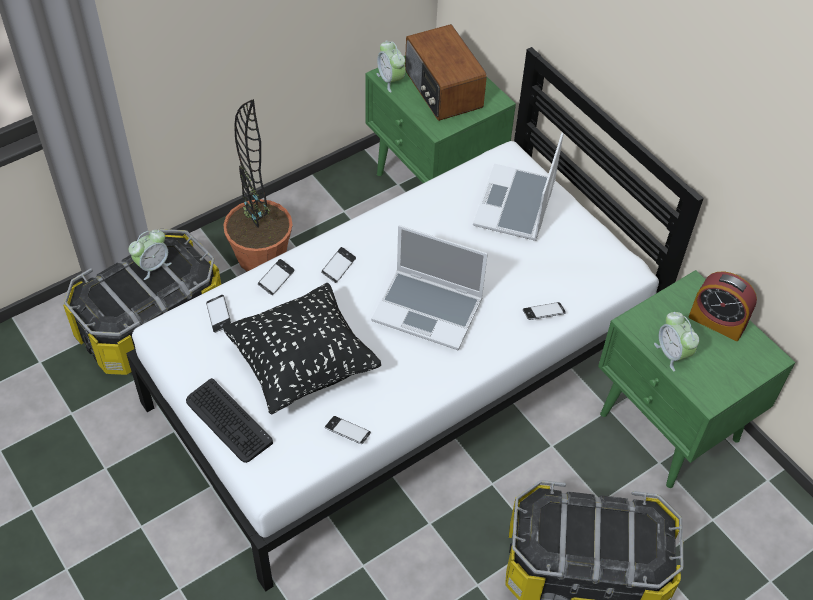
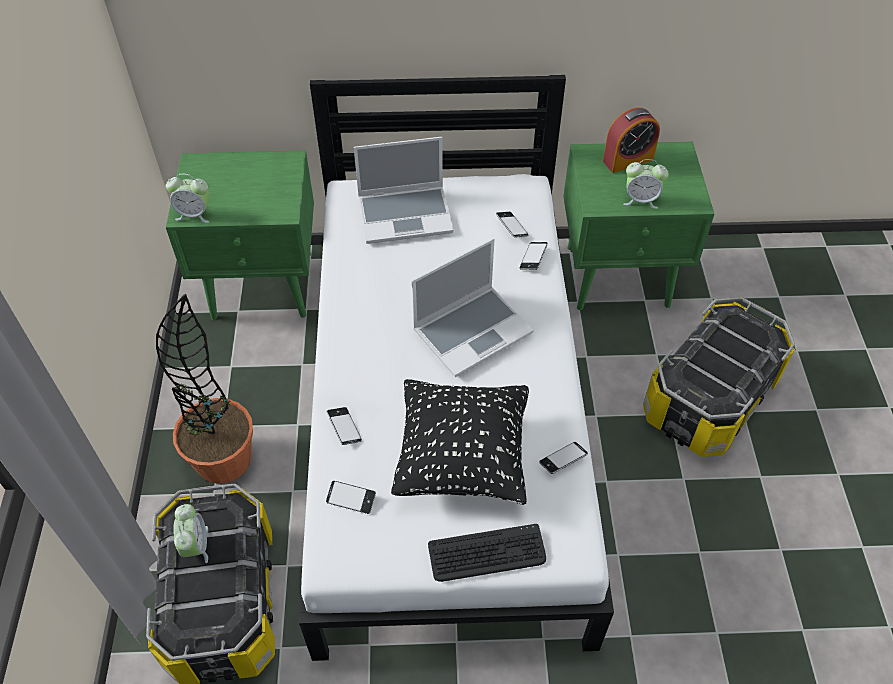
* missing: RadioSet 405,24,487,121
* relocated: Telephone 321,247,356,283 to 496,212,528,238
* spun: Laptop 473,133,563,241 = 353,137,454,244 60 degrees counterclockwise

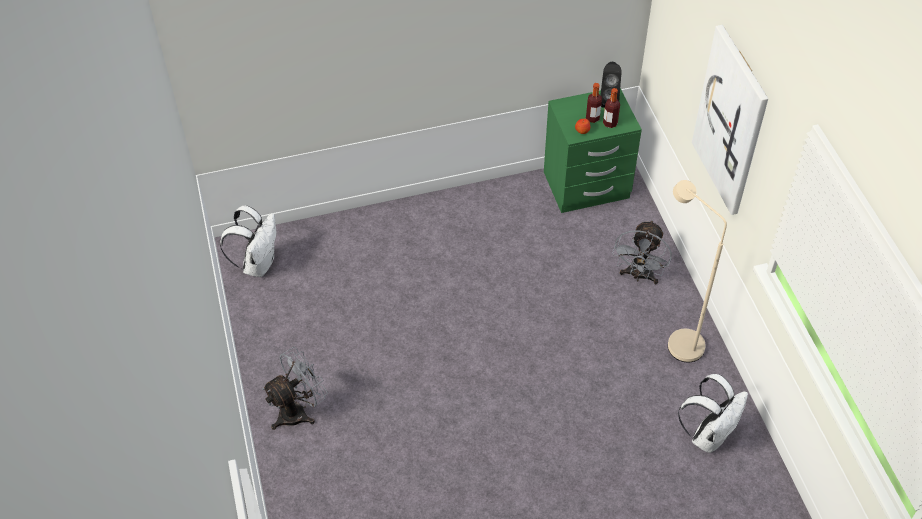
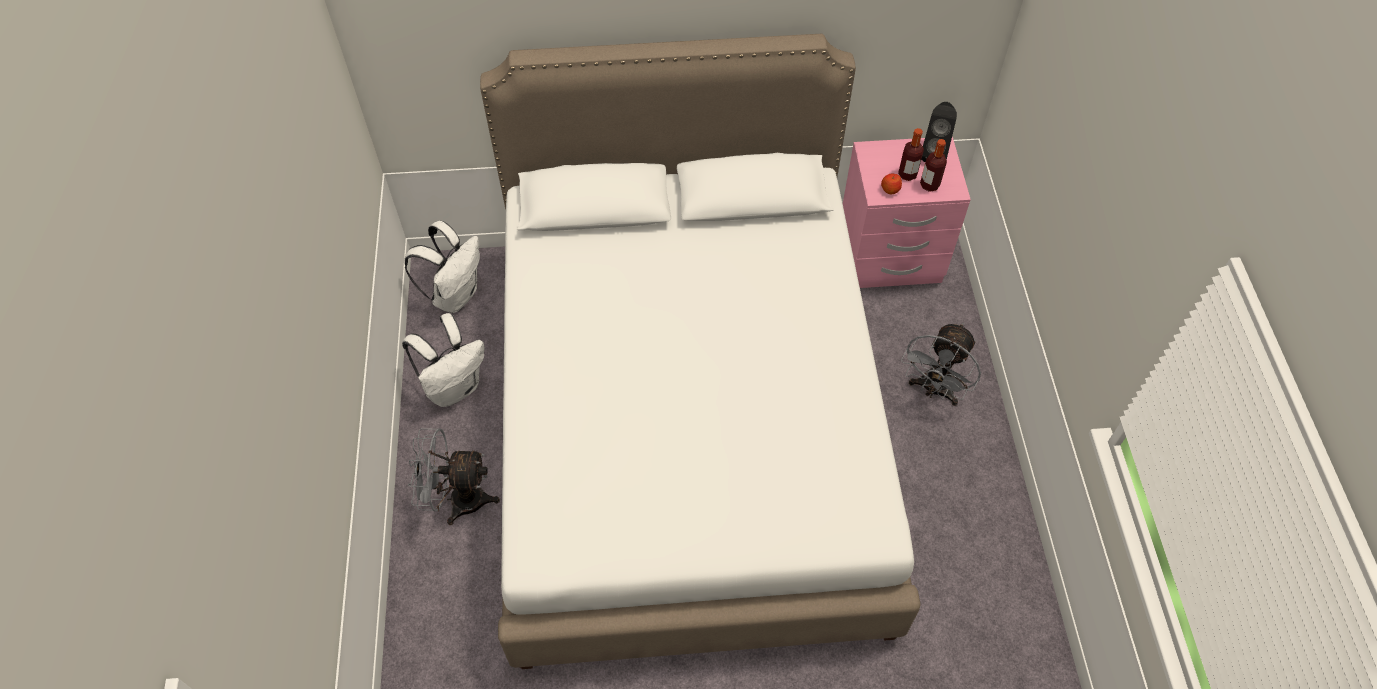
* missing: BeigeColouredStandardLamp 668,180,727,362
* missing: WallArt 692,25,768,215
* appeared: WhiteColouredSleepingBed 480,34,921,669
* relocated: WhiteColouredBackpack 678,374,748,453 to 402,313,484,407
* colour: GreenNightTable 544,88,642,213 to PinkColouredNightTable 843,136,971,288
* spun: GreyishCoolingFan 262,347,328,430 = 408,428,500,525 150 degrees counterclockwise

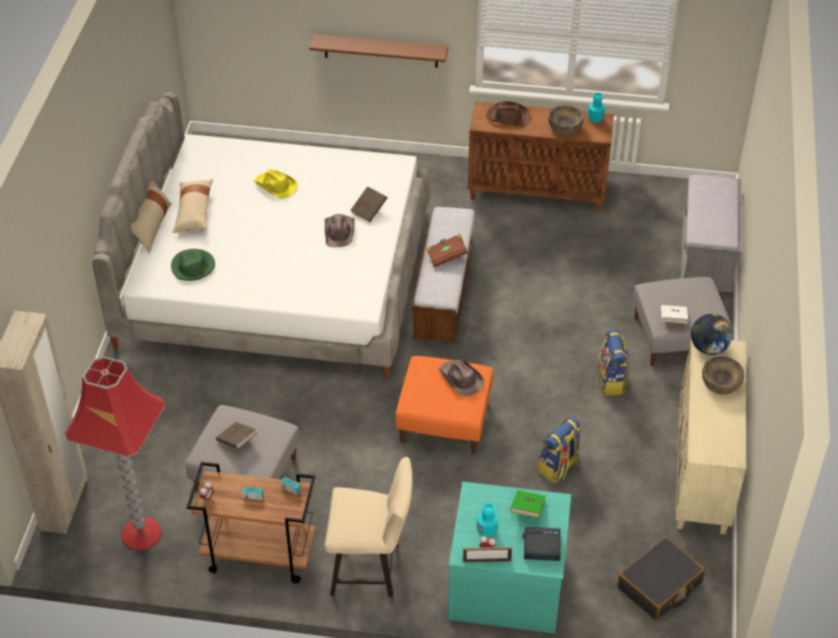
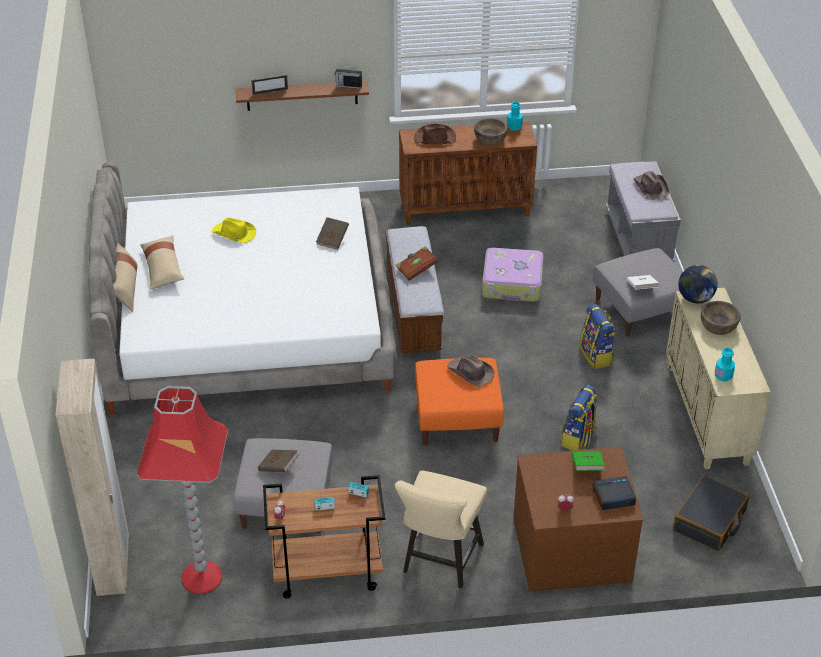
* missing: GreenClothingHat 171,249,215,281
* appeared: RadioSet 335,68,362,89
* appeared: TravelCase 482,248,543,302
* relocated: BrownishClothingHat 325,214,355,247 to 634,171,669,200
* relocated: PictureFrame 463,547,512,563 to 251,74,288,95
* relocated: TurquoiseColouredBottle 477,503,498,537 to 715,348,735,381
* colour: TurquoiseColouredDresser 448,482,571,633 to BrownishDresser 513,447,644,592
* spun: BeigeColouredUprightChair 324,457,413,597 = 395,471,487,588 120 degrees clockwise

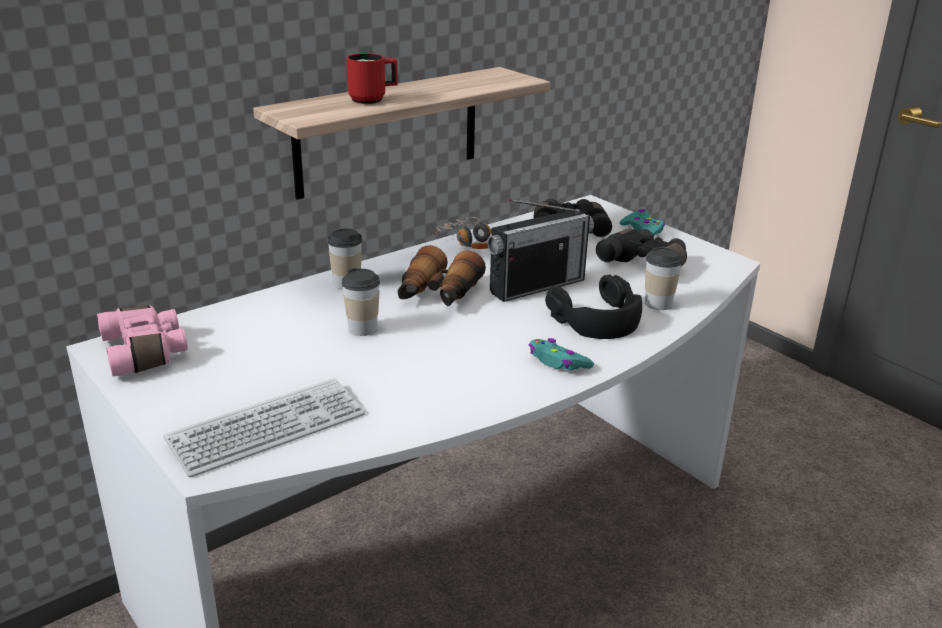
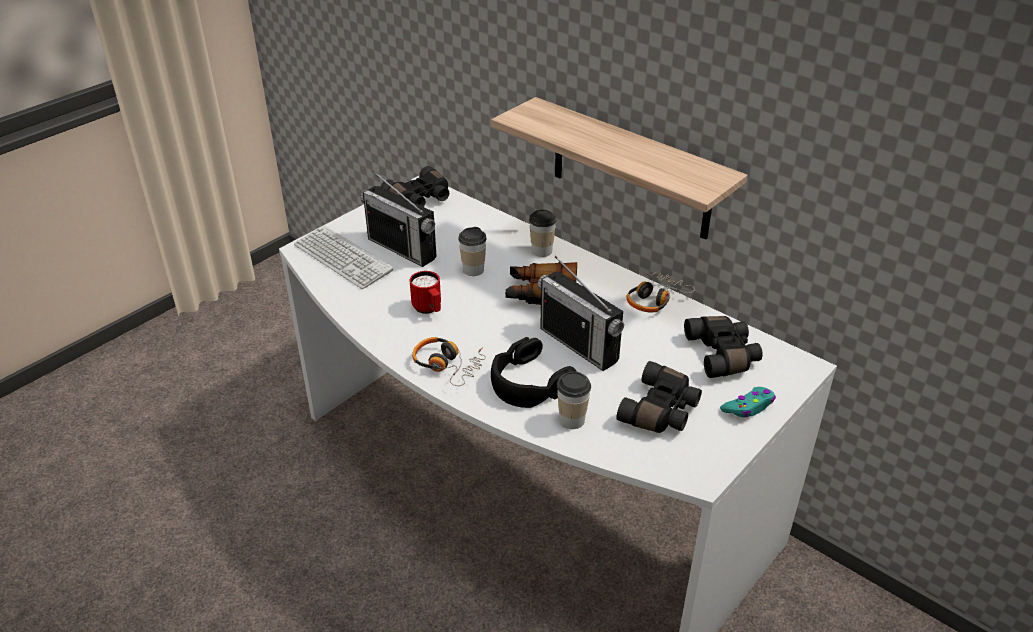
* appeared: RadioSet 360,170,437,267
* relocated: RedMug 347,53,398,104 to 410,271,441,314
* exchanged: TurquoiseColouredGameController 529,338,594,370 to Headphones 412,337,486,386
* colour: PinkColouredBinoculars 97,305,188,377 to BlackishBinoculars 380,166,449,207

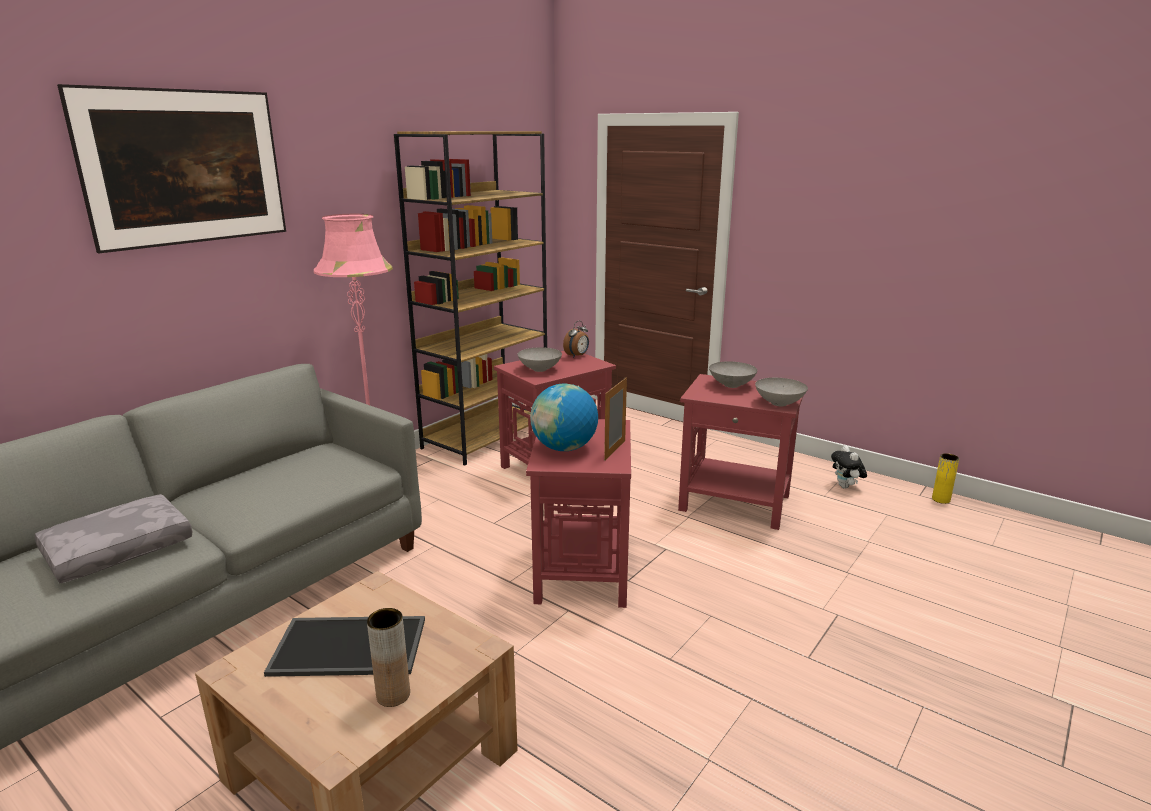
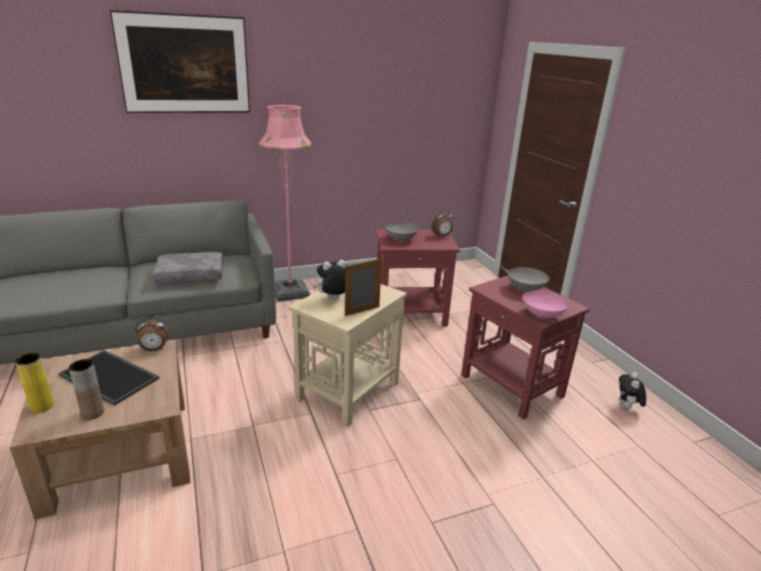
* missing: BrownishShelvingUnit 394,131,547,466
* appeared: TableClock 135,315,169,351
* relocated: GreyishThrowPillow 35,494,193,583 to 153,252,223,283
* relocated: YellowDecorativeVase 932,453,959,504 to 15,353,54,413
* exchanged: Globe 530,383,598,451 to PlushToy 313,260,348,299
* colour: RedAccentTable 526,419,631,608 to BeigeColouredAccentTable 288,284,407,428
* colour: GreyishServingBowl 755,378,808,406 to PinkColouredServingBowl 523,290,569,319

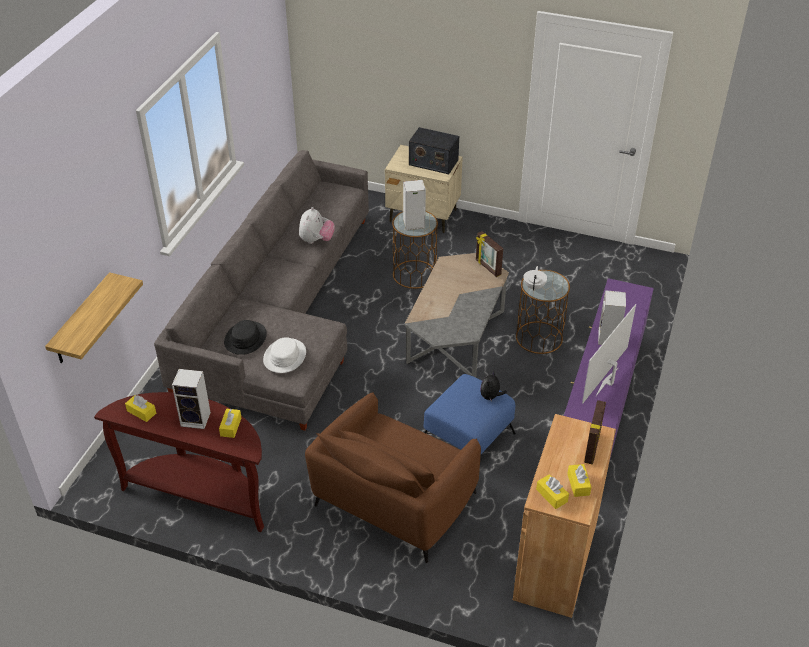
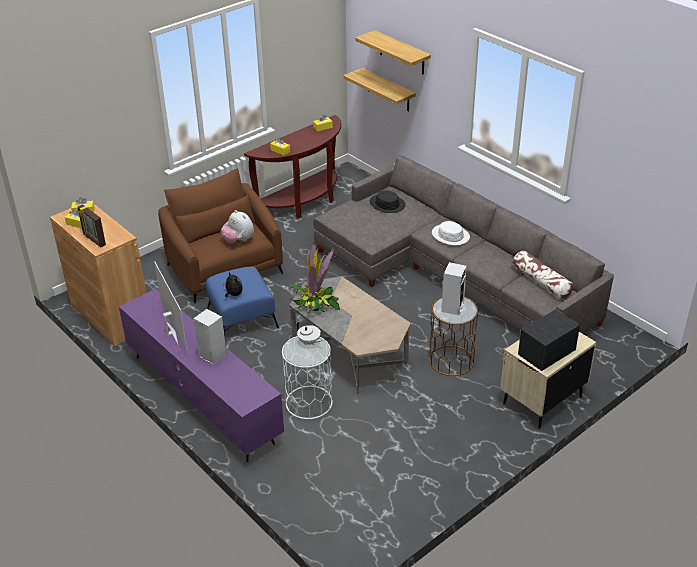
* missing: Speaker 172,369,211,429
* missing: PictureFrame 476,231,503,277
* appeared: PottedPlant 291,241,340,314
* appeared: WallShelf 355,30,431,75
* appeared: ThrowPillow 513,251,573,299
* relocated: WhiteColouredClothingHat 263,337,306,373 to 432,221,470,245
* relocated: PlushToy 299,207,335,244 to 221,210,254,243
* colour: BrownishAccentTable 516,270,570,354 to WhiteColouredAccentTable 282,336,333,419

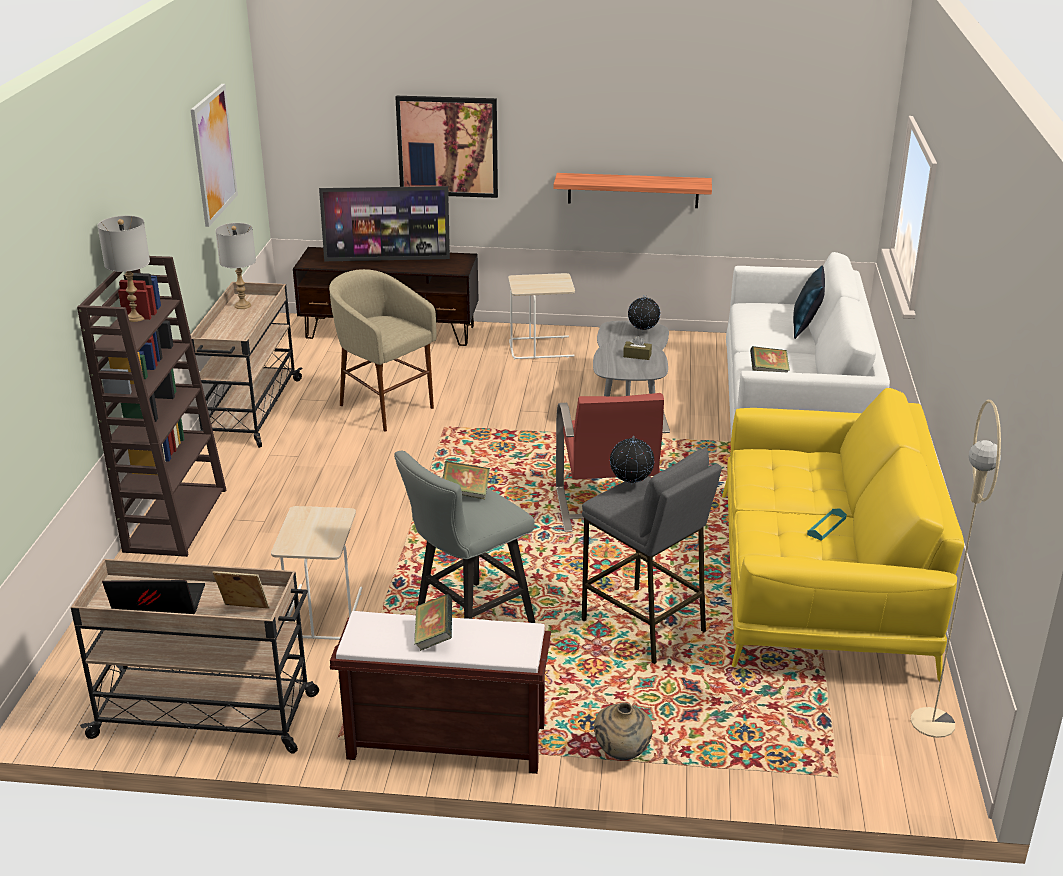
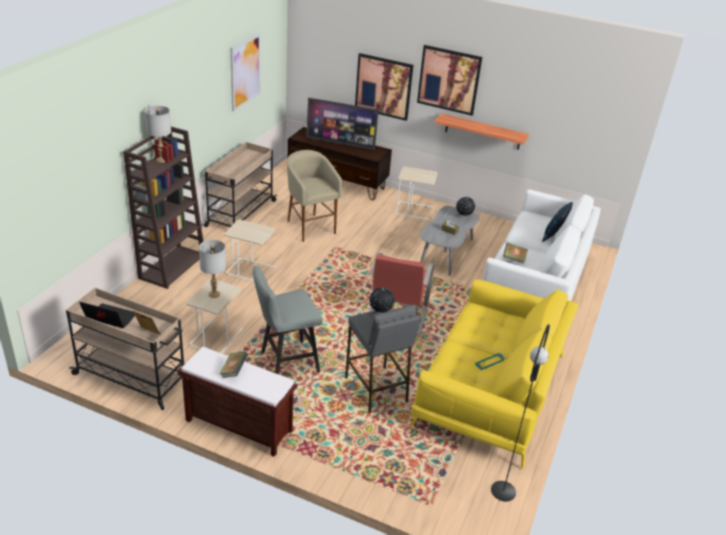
* missing: Book 443,461,490,499
* missing: BeigeColouredDecorativeVase 594,702,653,760
* appeared: BeigeColouredAccentTable 224,220,276,281
* appeared: WallArt 417,45,482,116
* relocated: GreyishTableLamp 215,223,256,309 to 199,240,226,298
* colour: BeigeColouredStandardLamp 911,400,1001,738 to BlackishStandardLamp 491,324,550,502

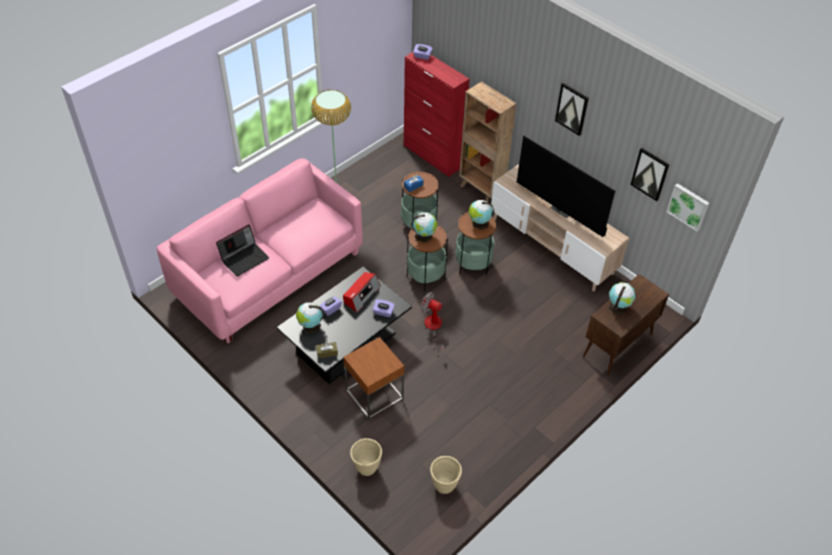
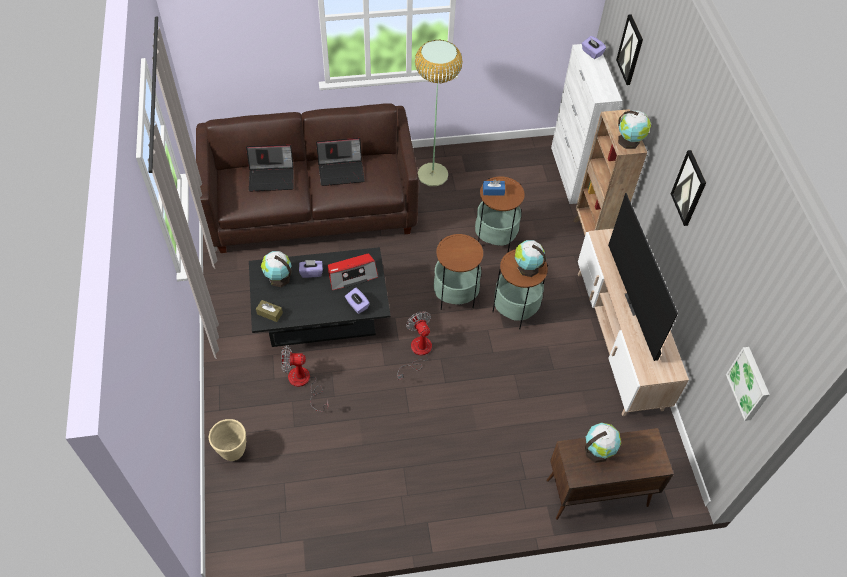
* missing: BeigeColouredFlowerPot 430,456,462,494
* appeared: Laptop 316,138,365,186
* relocated: Globe 411,212,437,243 to 618,111,651,149
* relocated: WallArt 630,148,670,201 to 616,14,643,85
* exchanged: BrownishAccentTable 343,337,404,419 to CoolingFan 281,345,328,412
* colour: PinkColouredSettee 157,158,363,343 to BrownishSettee 196,103,419,253
* colour: RedCabinet 404,52,469,177 to WhiteColouredCabinet 551,44,622,204

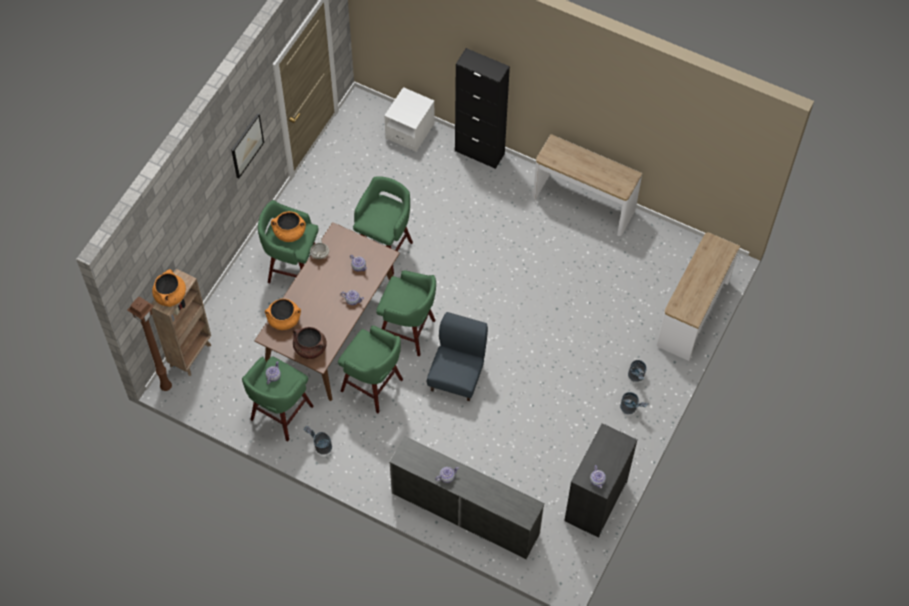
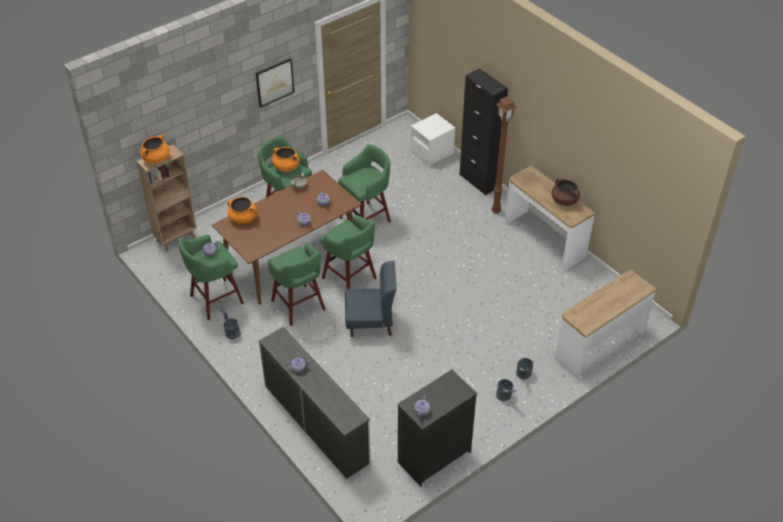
* relocated: BrownishStandardLamp 128,296,172,391 to 492,96,517,214
* relocated: BrownishCookingPot 293,327,327,359 to 552,178,580,206
* spun: BlueColouredUprightChair 427,312,488,401 = 345,261,397,337 45 degrees clockwise

